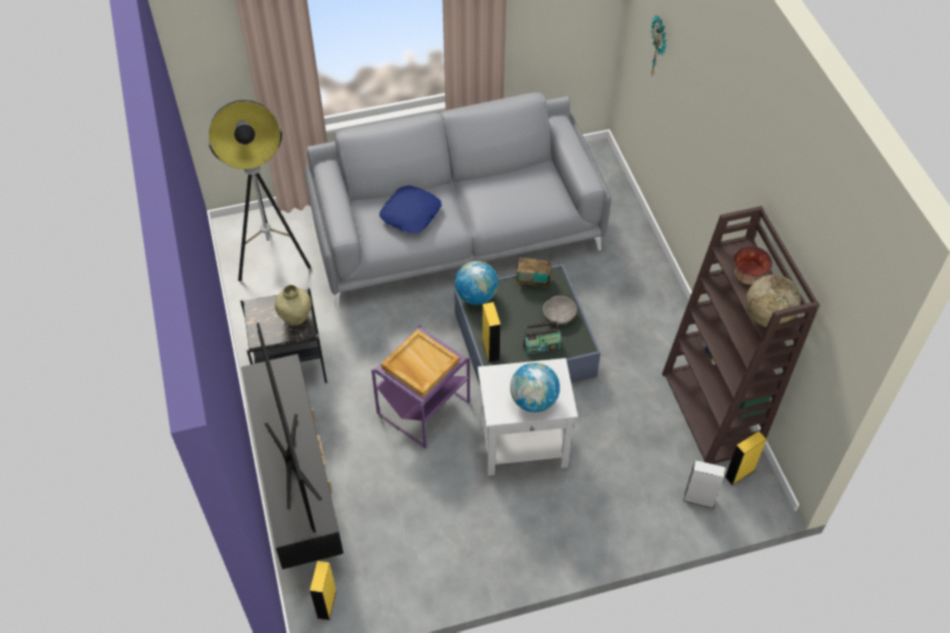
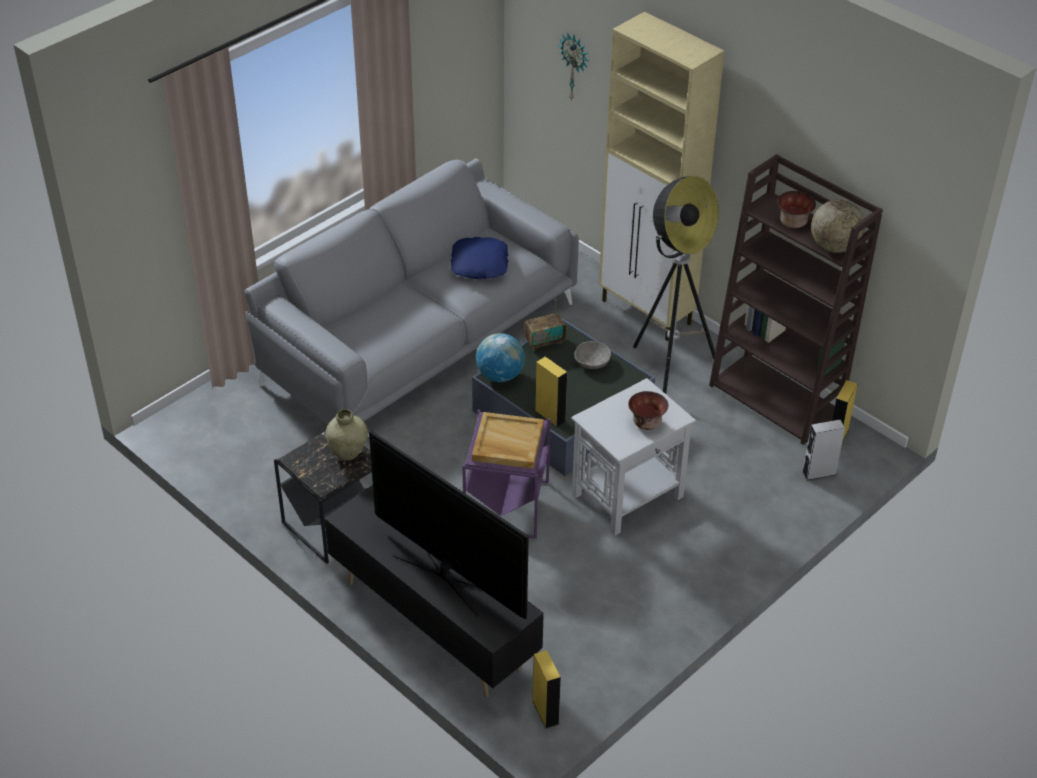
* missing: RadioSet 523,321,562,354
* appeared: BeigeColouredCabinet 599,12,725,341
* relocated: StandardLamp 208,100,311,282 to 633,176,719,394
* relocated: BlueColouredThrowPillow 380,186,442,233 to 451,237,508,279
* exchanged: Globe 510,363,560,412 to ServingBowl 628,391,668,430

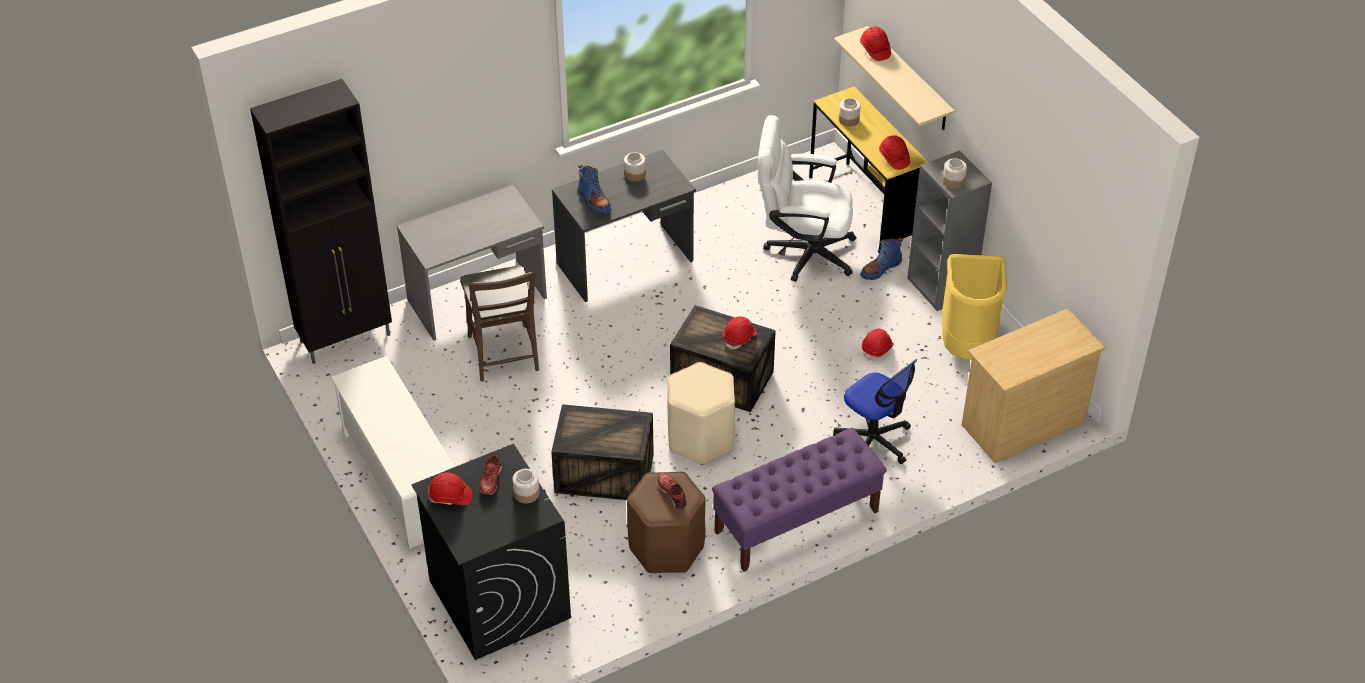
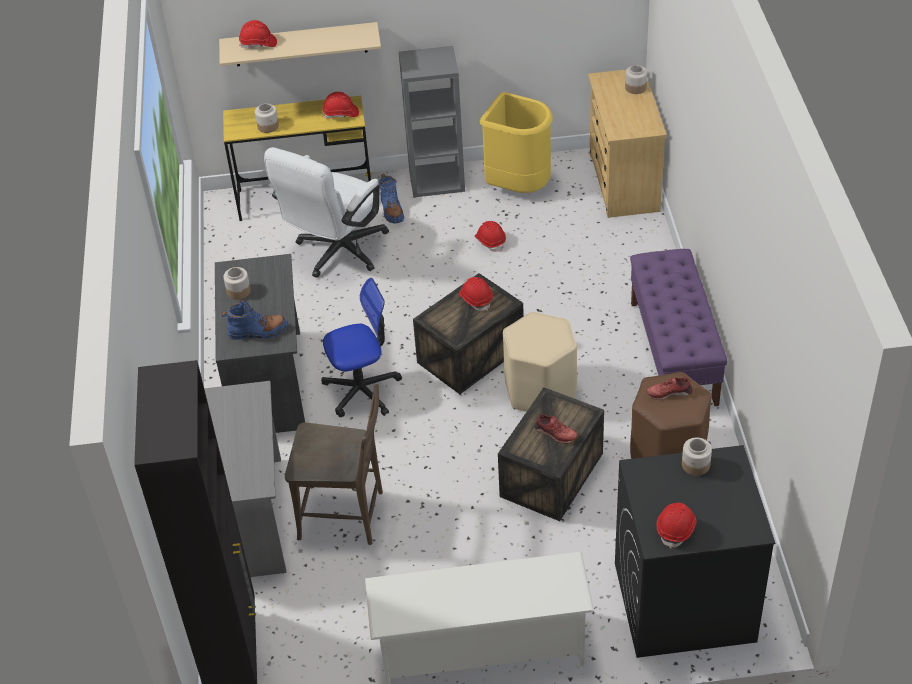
* relocated: RedLowShoe 479,455,502,495 to 535,414,578,444
* relocated: DeskChair 833,359,917,464 to 321,278,402,417
* relocated: Jar 943,158,967,189 to 625,65,647,94

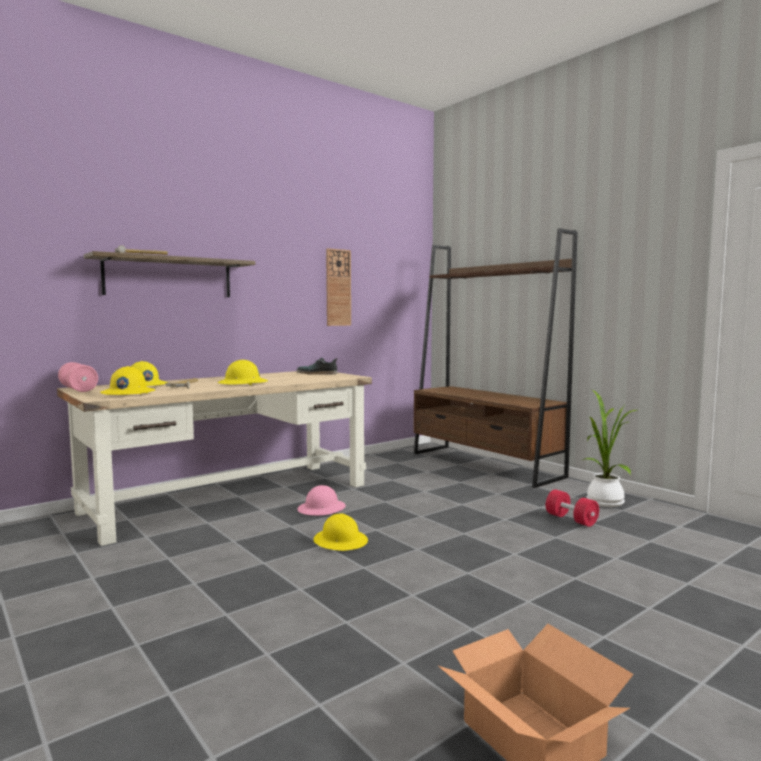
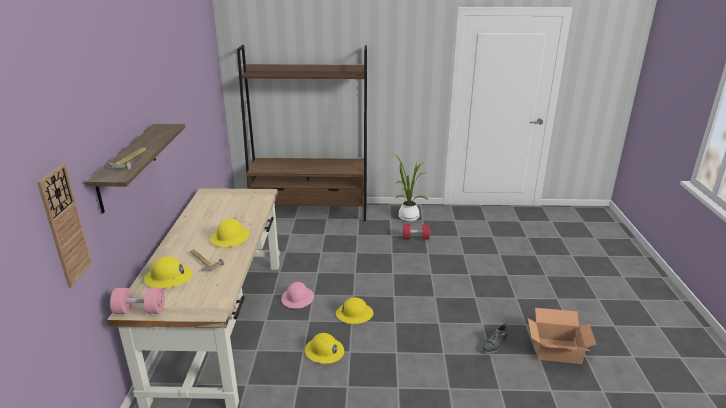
* relocated: YellowWorkHelmet 100,366,155,395 to 305,333,344,364
* relocated: LowShoe 297,357,338,375 to 481,323,507,354
* relocated: ClockOnTheWall 326,248,351,326 to 37,164,92,287

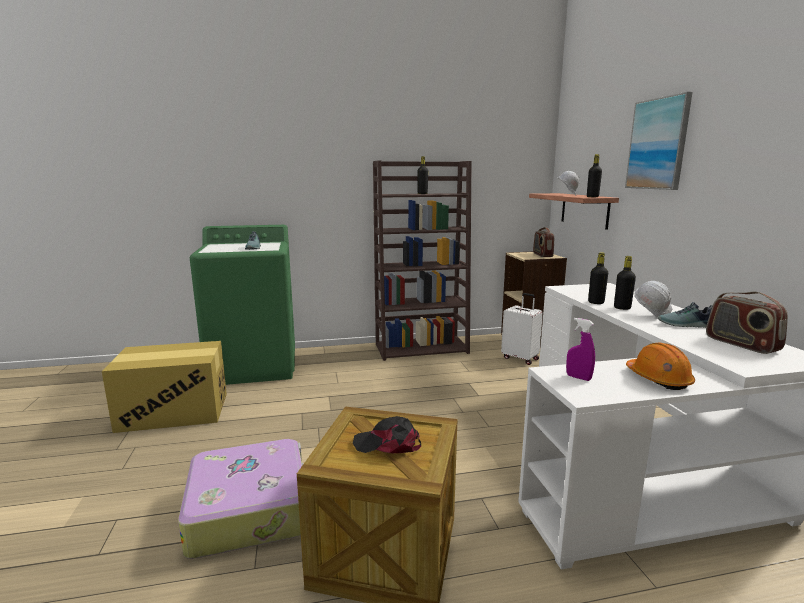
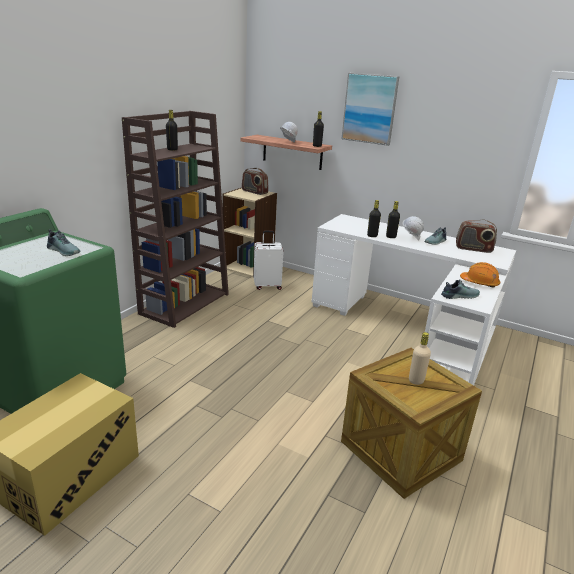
* missing: TravelCase 178,439,303,559
* exchanged: BlackishPeakedCap 353,416,421,453 to BeigeColouredBottle 409,332,431,385
* exchanged: PurpleHandSprayer 566,318,595,381 to LowShoe 441,279,480,299

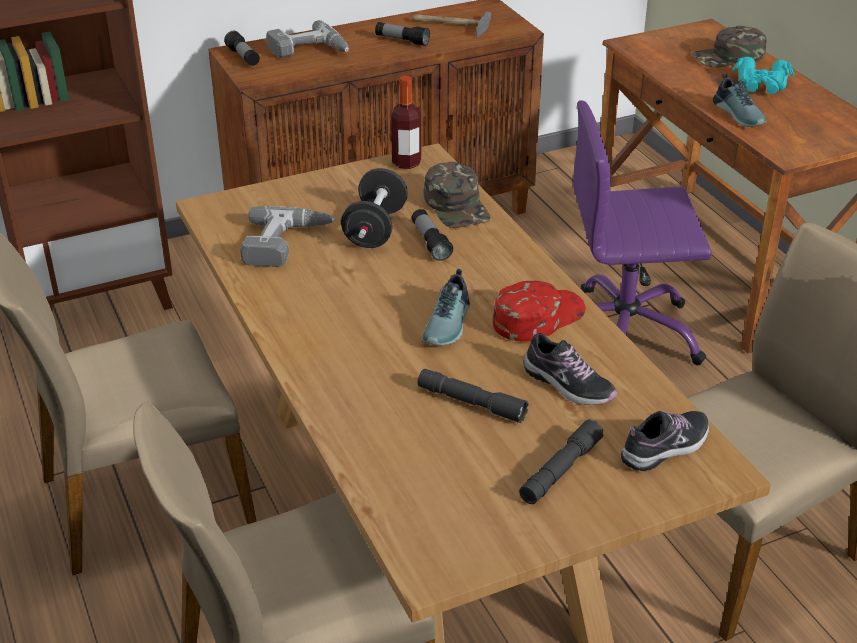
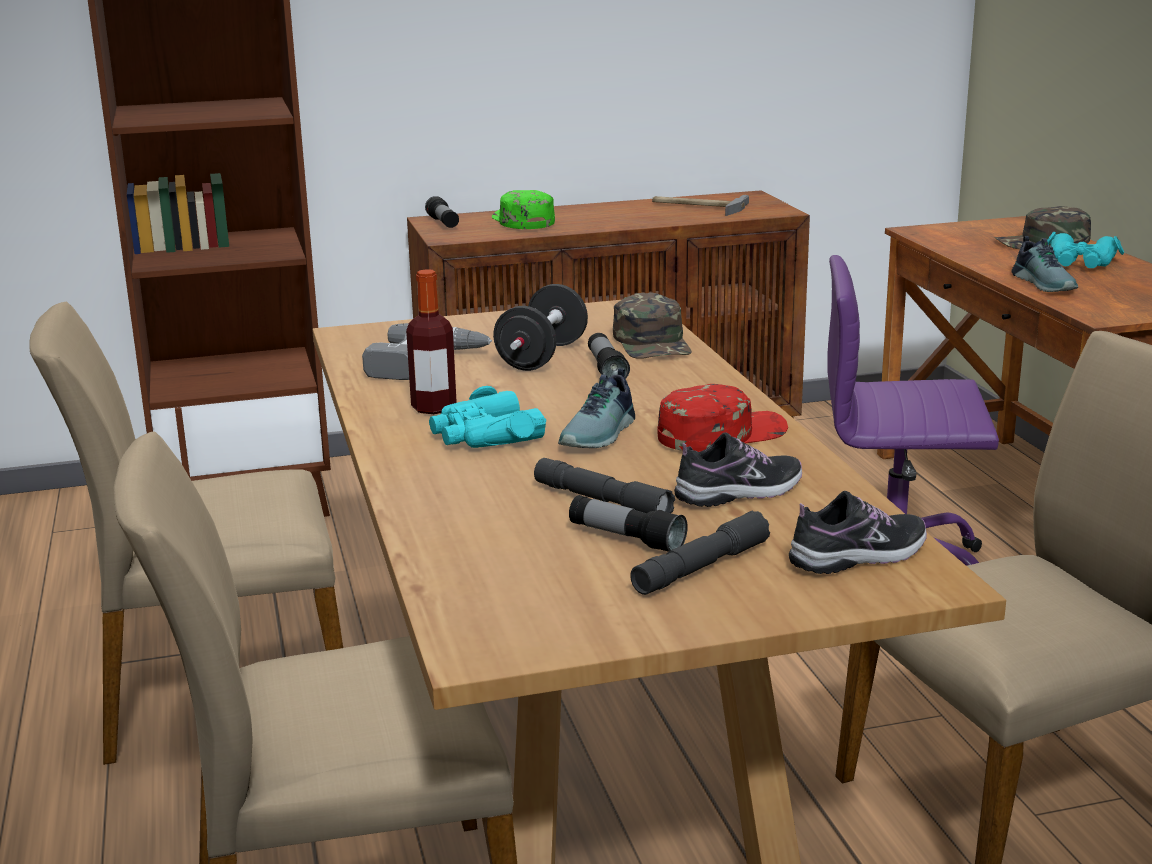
* appeared: TurquoiseColouredBinoculars 429,386,546,448
* relocated: Torch 375,22,430,46 to 569,495,688,552
* relocated: Bottle 391,76,421,169 to 406,269,457,414
* exchanged: Drill 266,20,349,58 to GreenPeakedCap 492,190,555,229
* spun: LowShoe 523,329,617,405 = 674,432,802,507 75 degrees counterclockwise

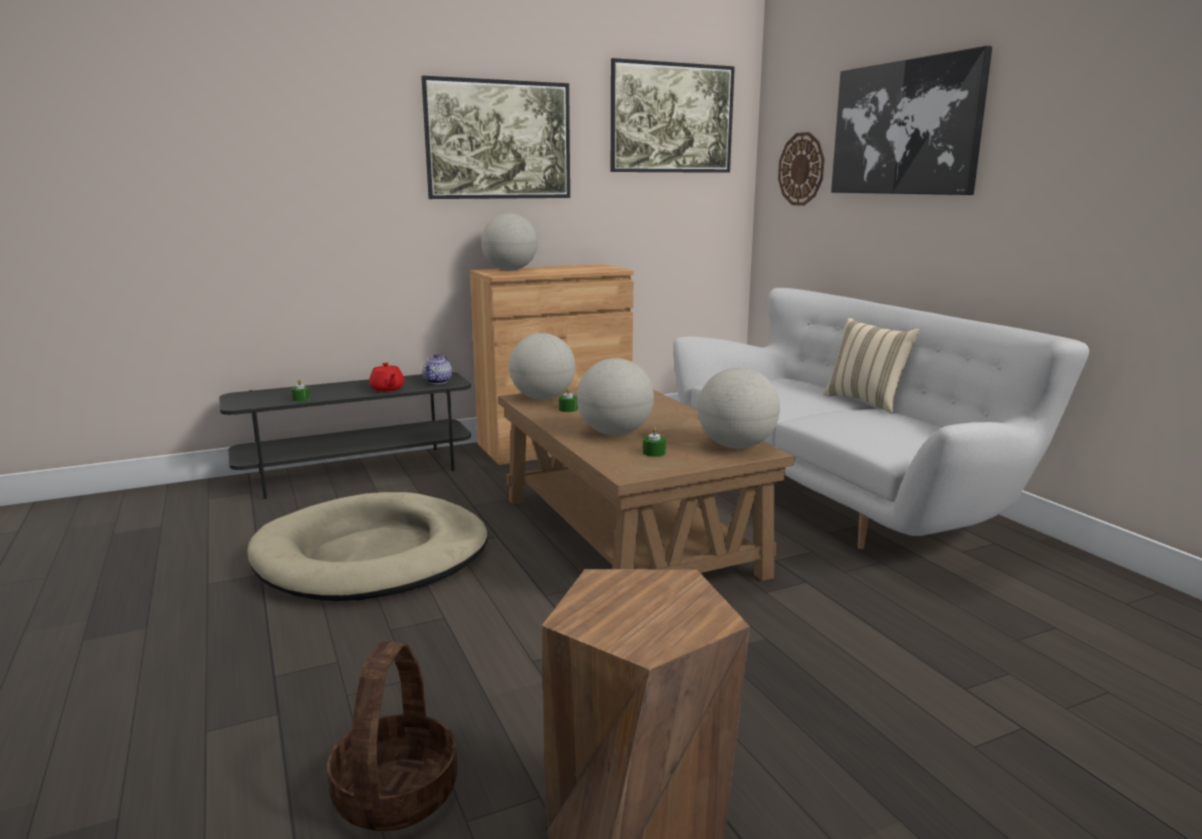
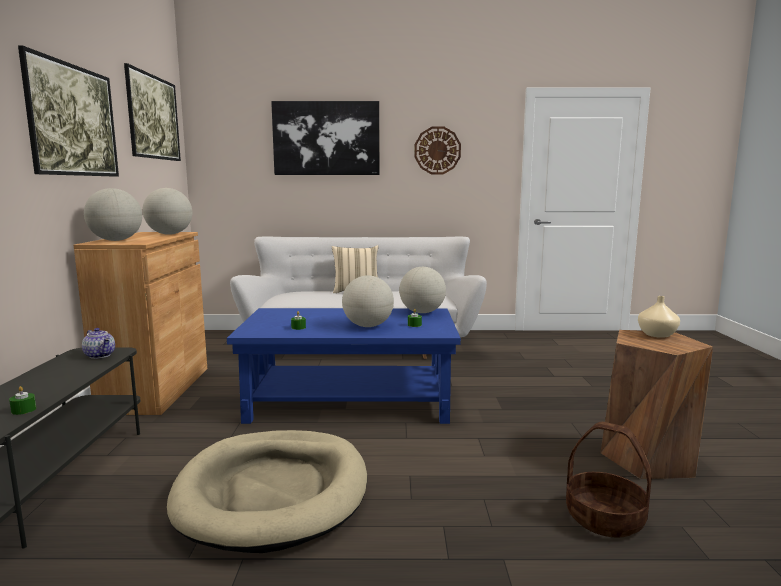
* missing: RedTeaPot 369,362,405,392
* appeared: BeigeColouredDecorativeVase 638,296,680,338
* relocated: Globe 509,333,575,400 to 142,188,192,235
* relocated: ClockOnTheWall 778,132,825,206 to 414,127,461,174
* colour: BrownishCoffeeTable 498,387,794,581 to BlueColouredCoffeeTable 227,308,461,424

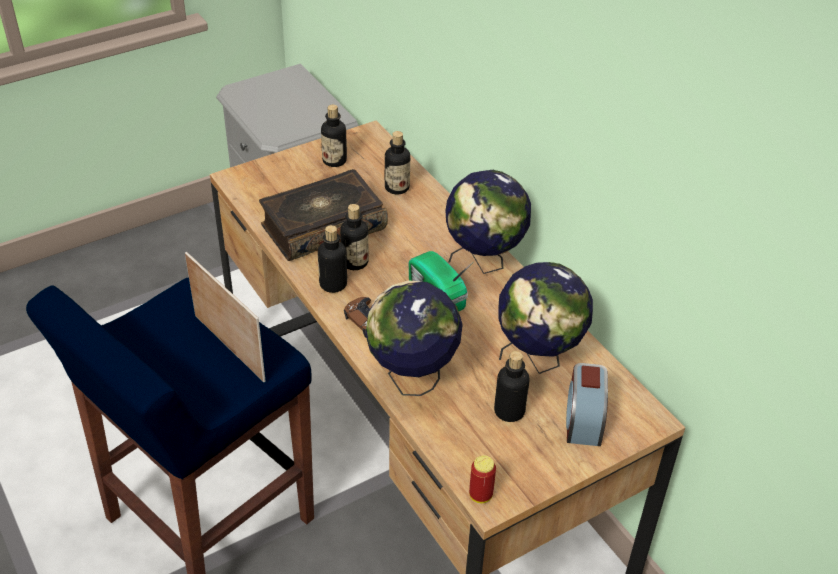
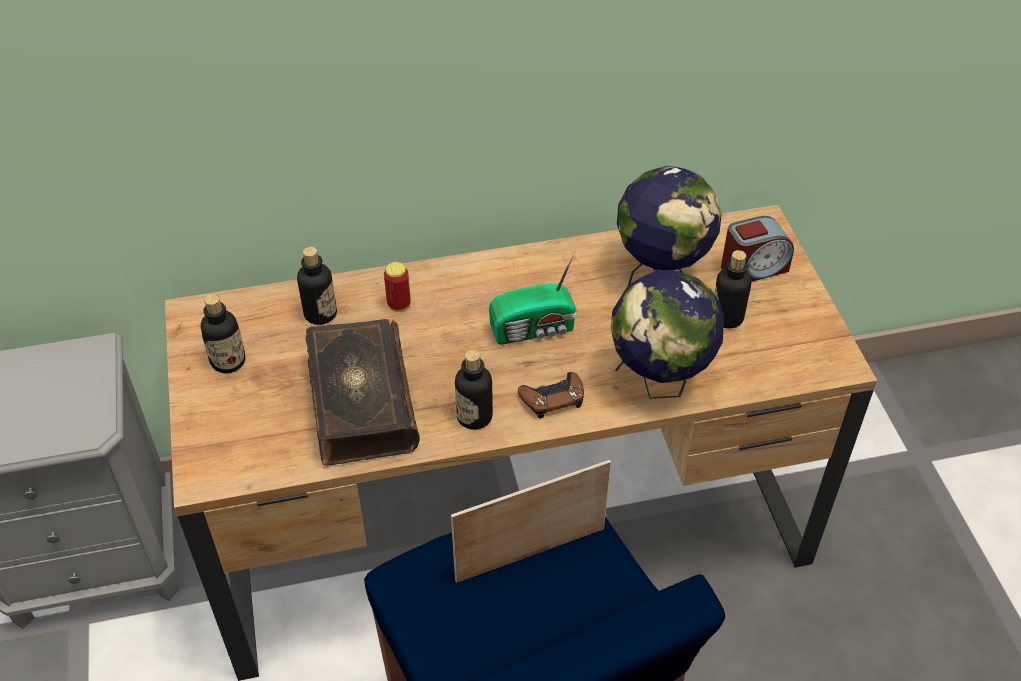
* missing: Bottle 340,204,369,270
* missing: Globe 445,170,531,274
* relocated: MetalCan 469,455,496,503 to 384,262,411,312
* spun: TableClock 566,363,608,446 = 721,216,794,282 45 degrees counterclockwise

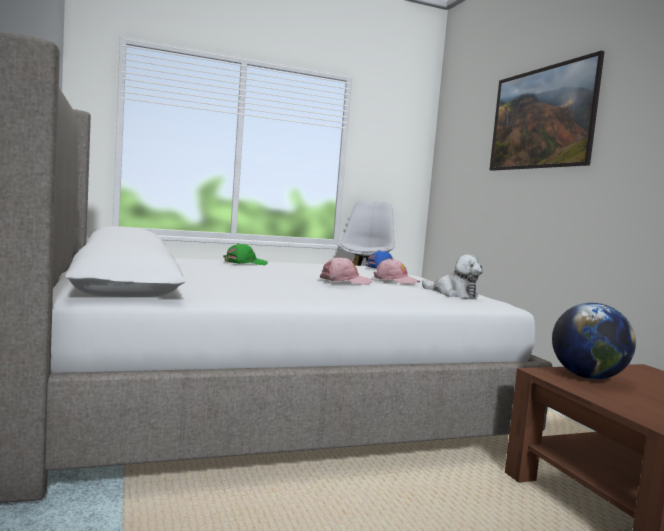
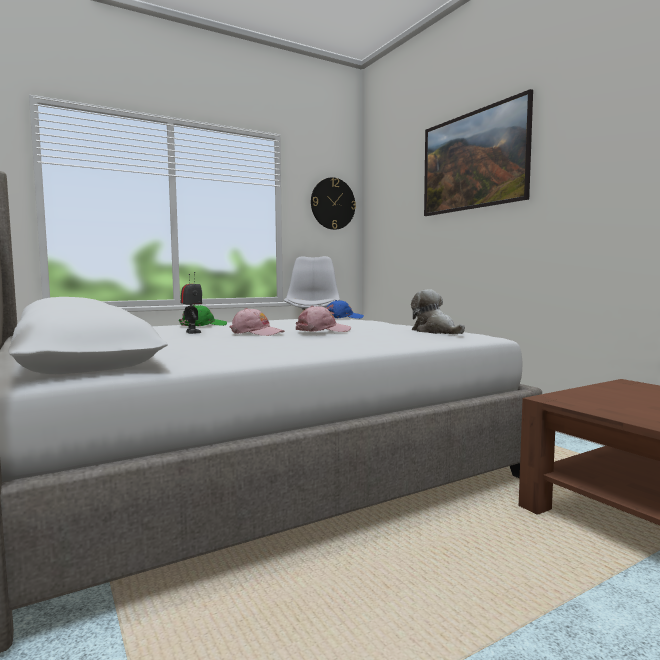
* missing: Globe 552,303,636,379
* appeared: ModelRobot 181,272,202,334
* appeared: ClockOnTheWall 311,177,356,230
* relocated: PinkColouredPeakedCap 373,258,420,284 to 230,308,285,336
* spun: PlushToy 422,254,483,299 = 411,289,465,334 150 degrees counterclockwise

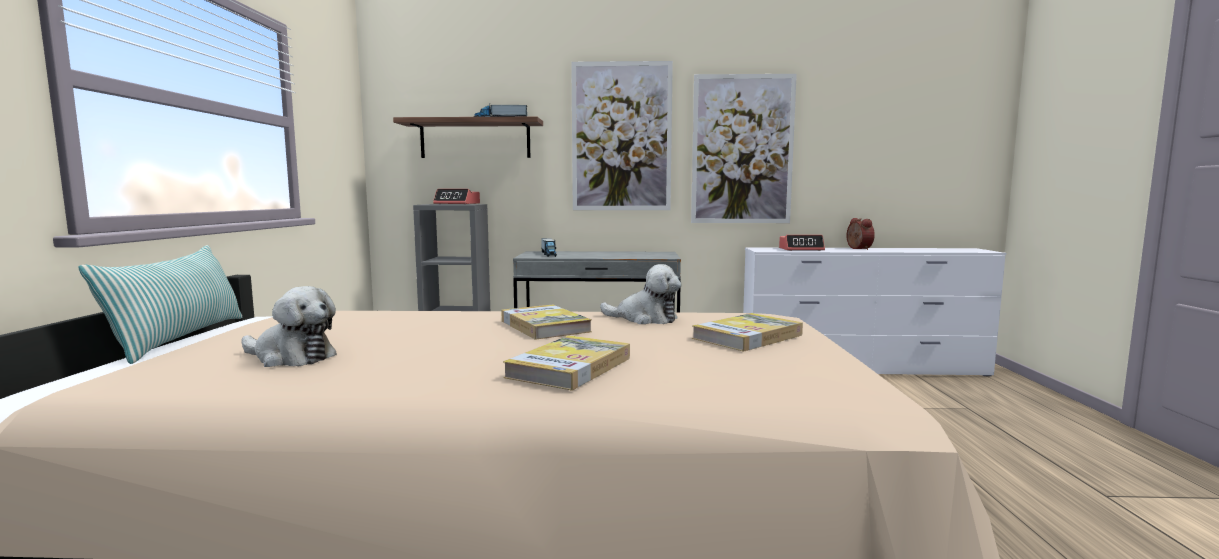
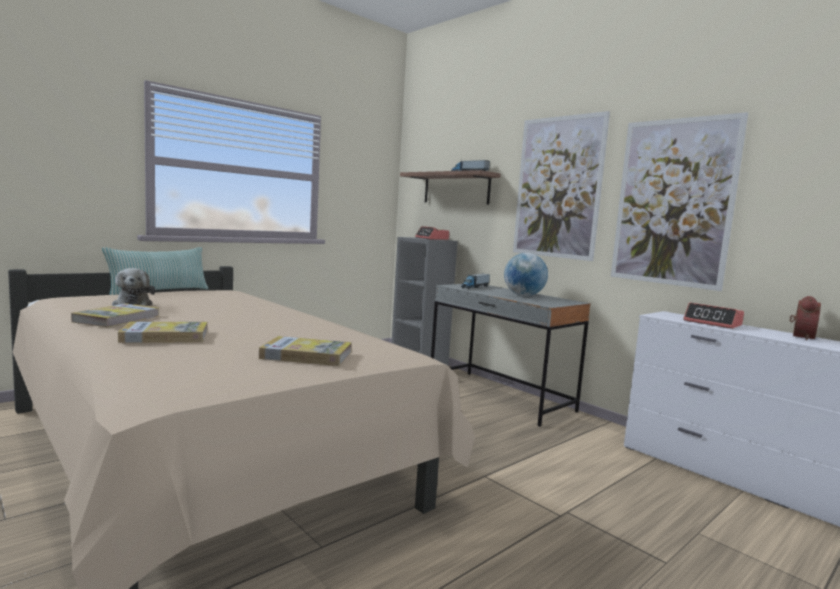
* missing: PlushToy 600,264,681,324
* appeared: Globe 504,253,548,296
* relocated: Book 501,304,592,339 to 71,303,159,328

